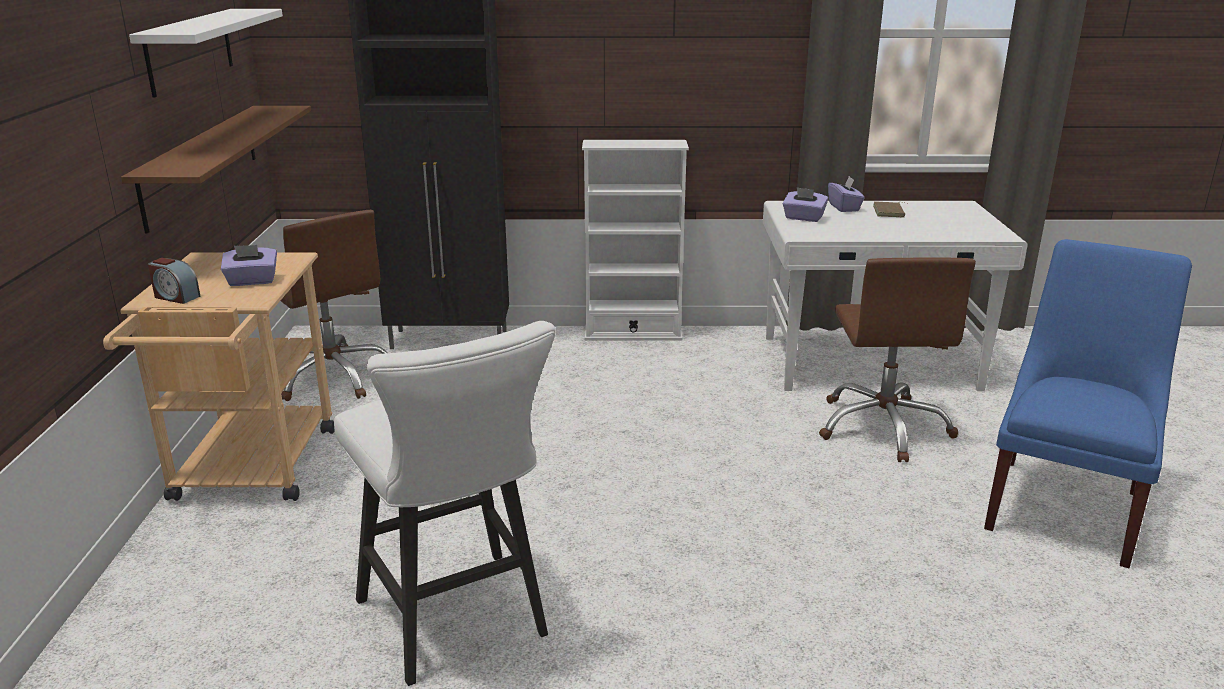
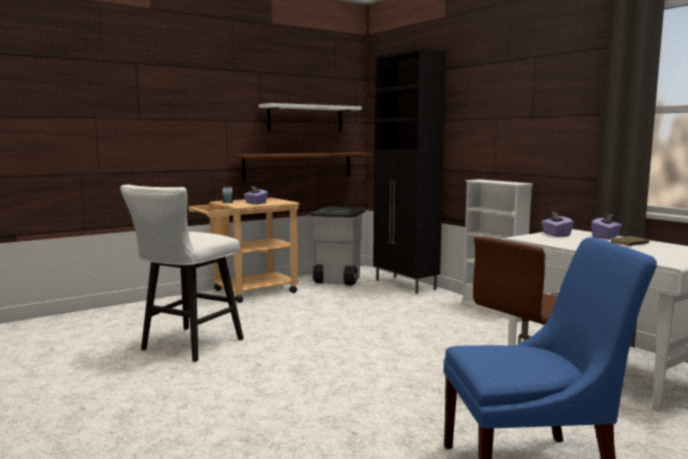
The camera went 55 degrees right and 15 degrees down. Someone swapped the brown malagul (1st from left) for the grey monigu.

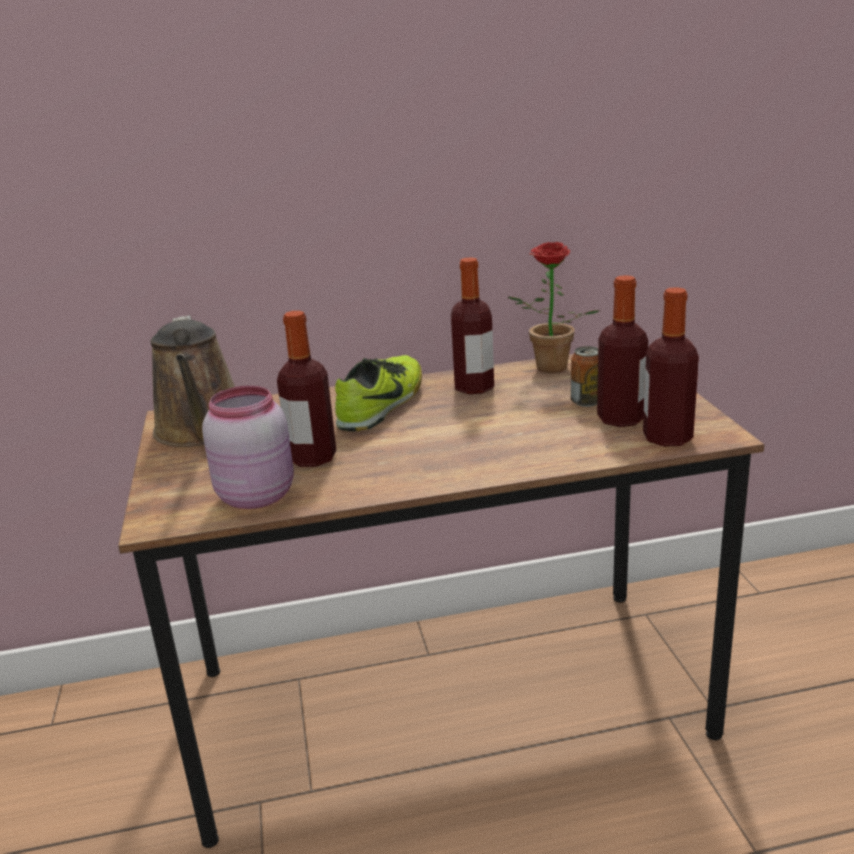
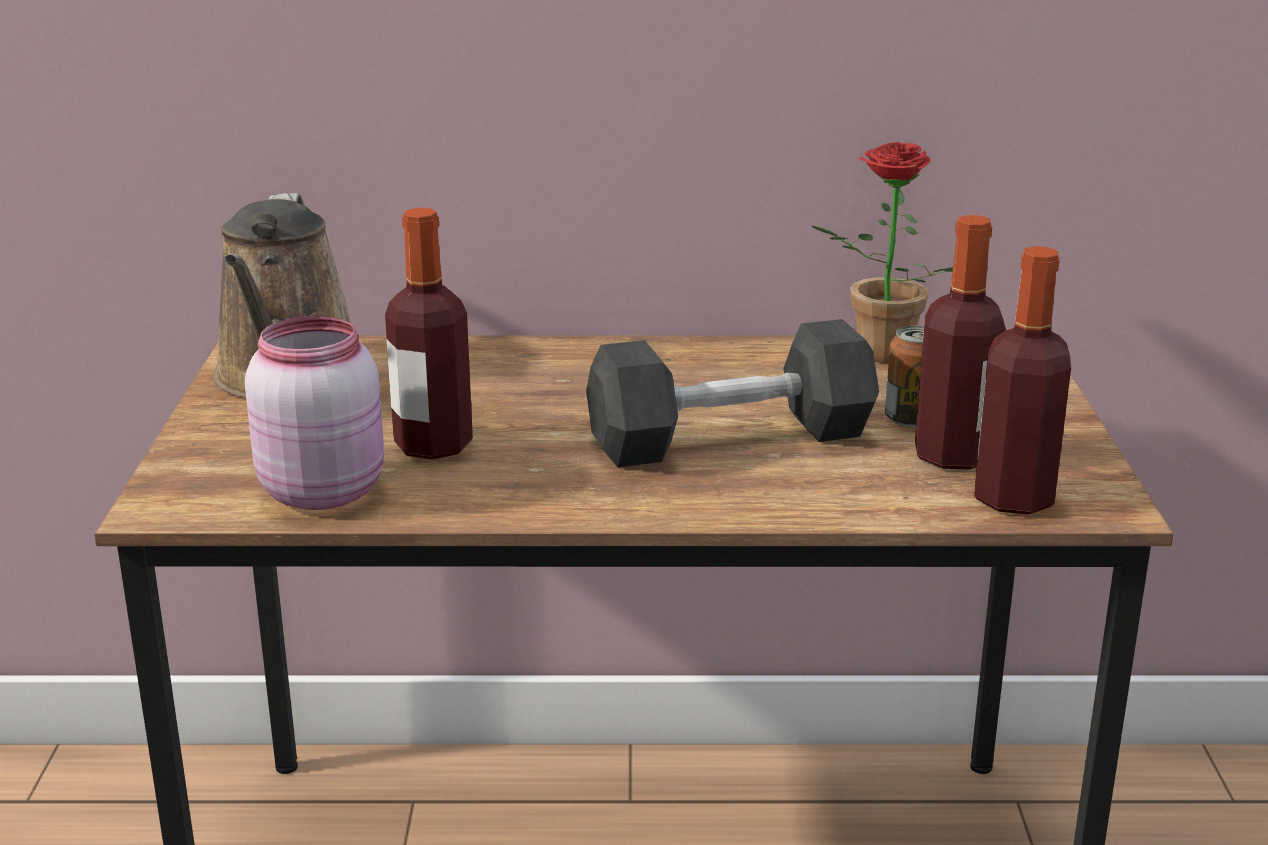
The camera went 10 degrees right and 0 degrees up. Someone took away the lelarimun (2nd from left). Someone took away the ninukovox. Someone put down the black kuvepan.

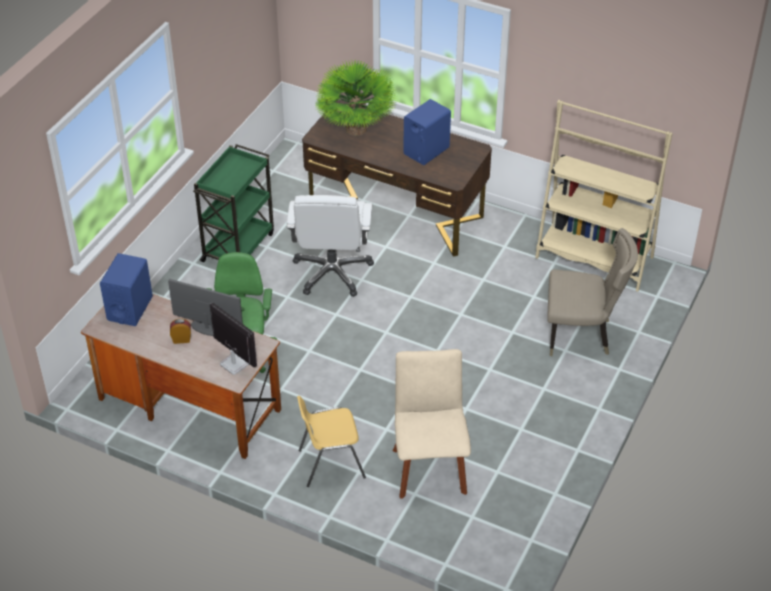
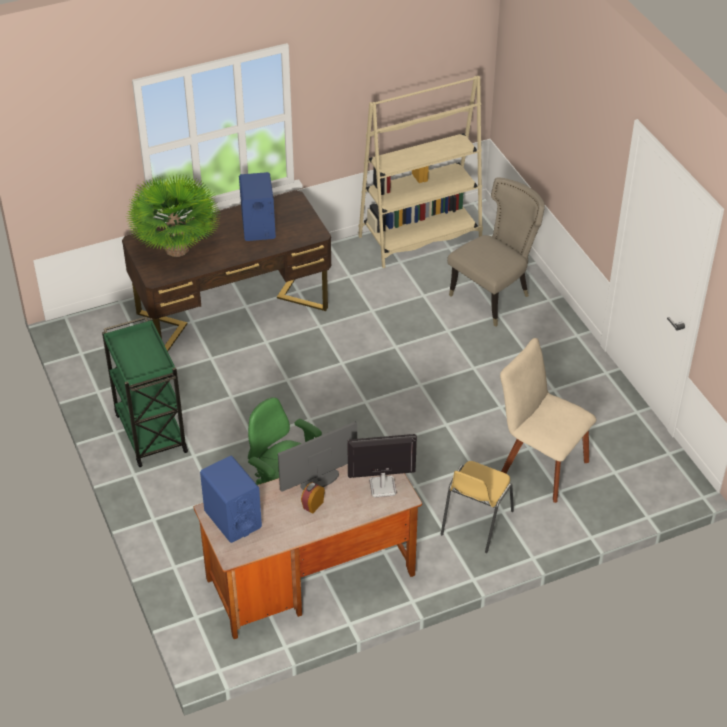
The camera went 50 degrees left and 0 degrees up. Someone took away the white malagul.

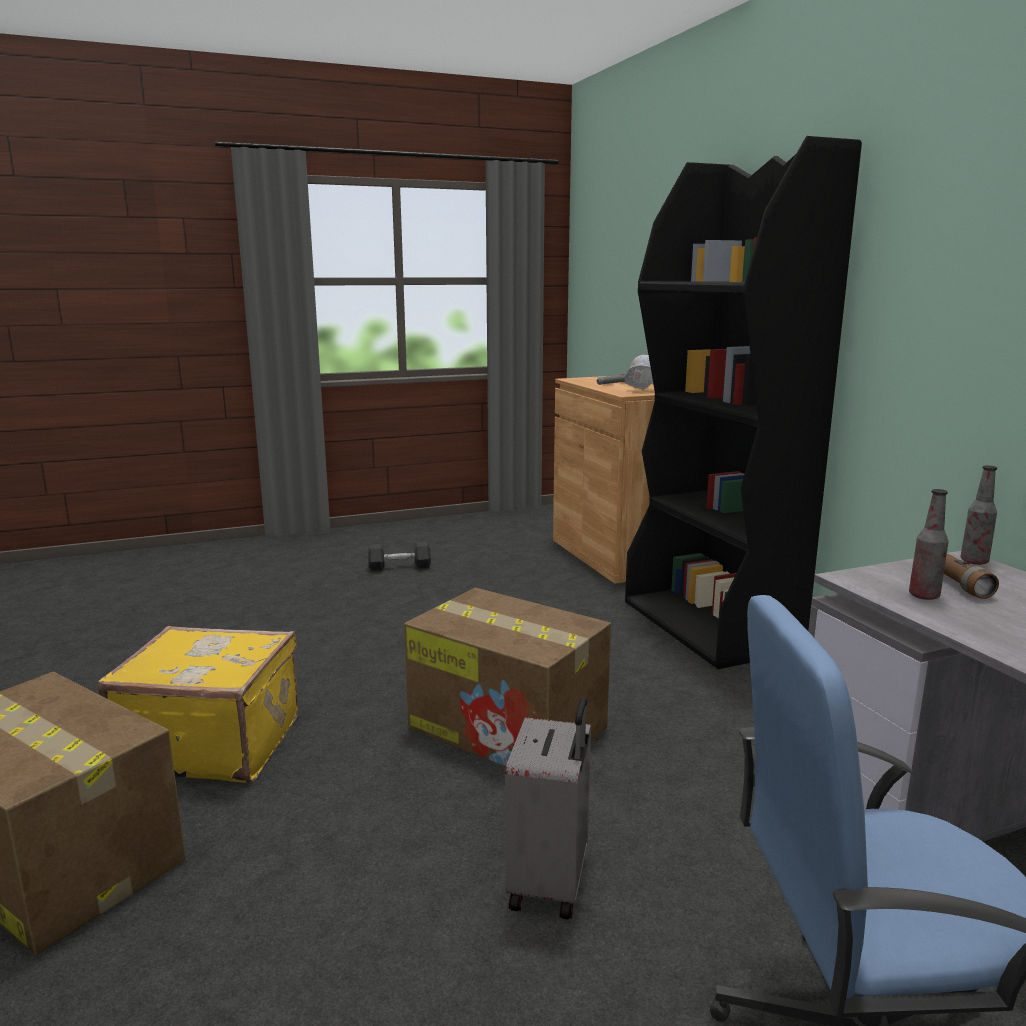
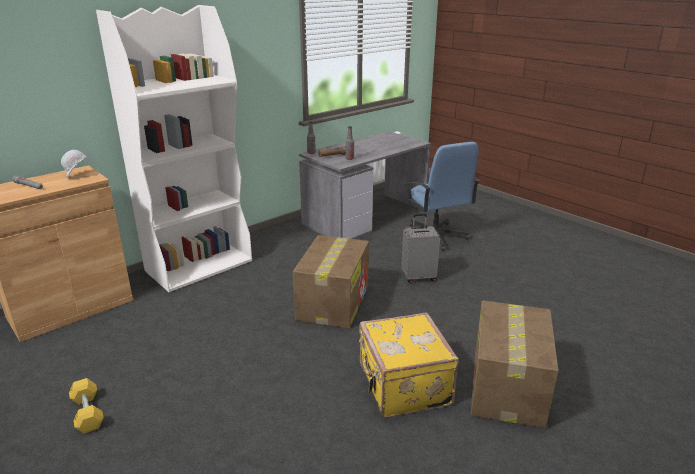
The camera went 110 degrees left and 10 degrees up. Someone repainted the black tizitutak, which became the white tizitutak. Someone repainted the grey kuvepan, which became the yellow kuvepan.

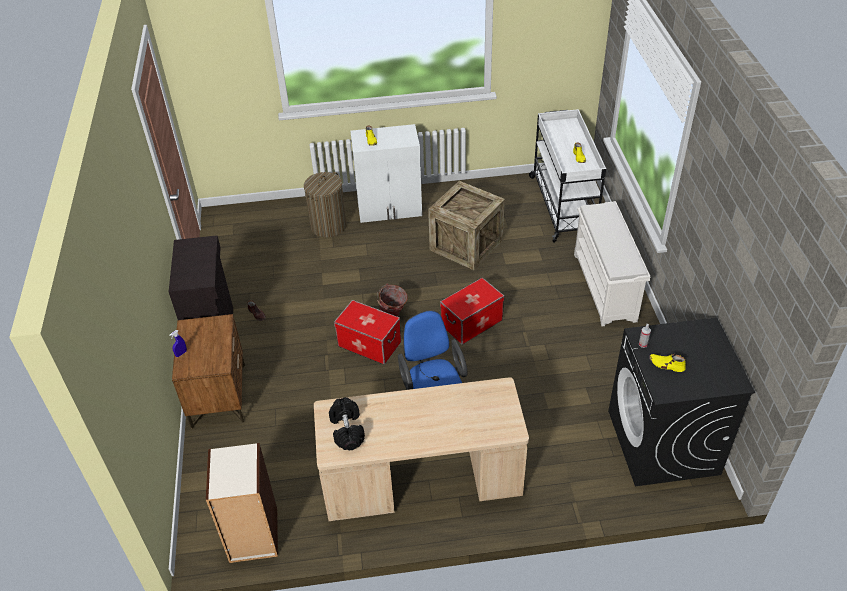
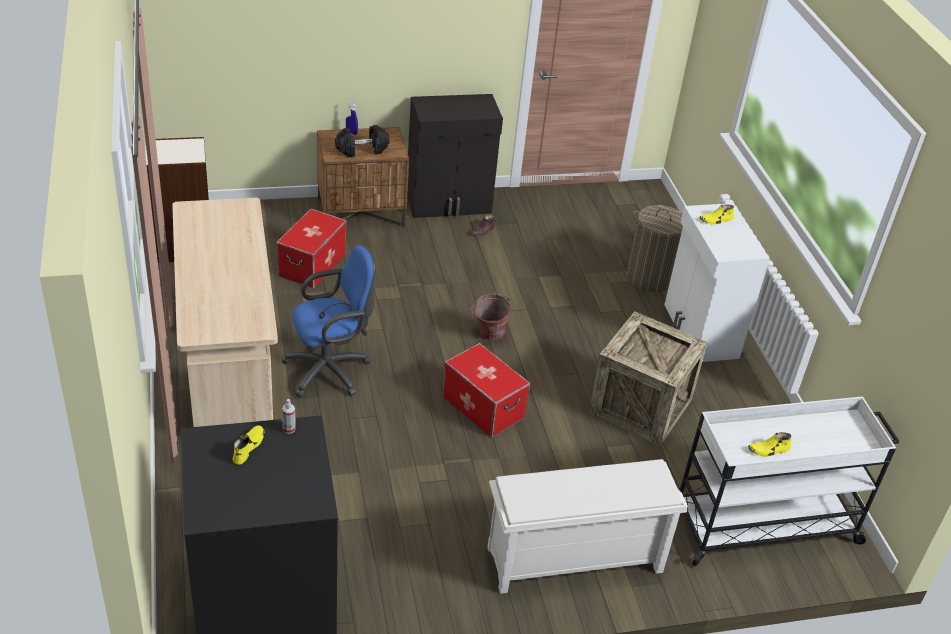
The camera went 80 degrees right and 5 degrees down. Someone carried the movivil (1st from left). Someone carried the black kuvepan.

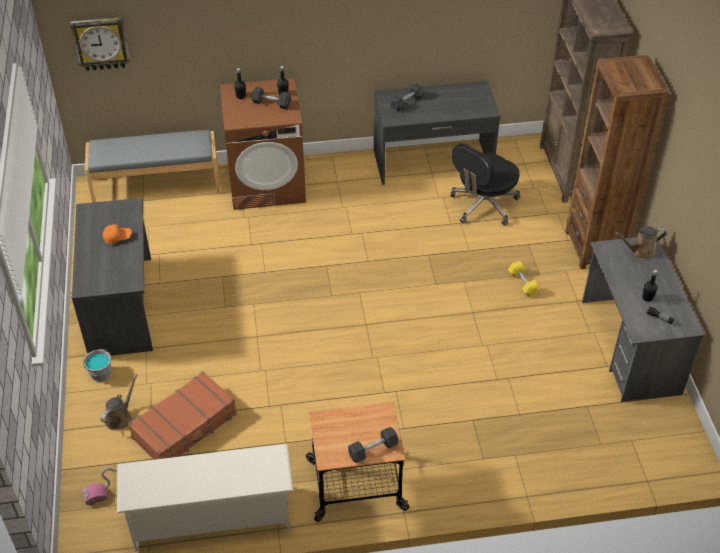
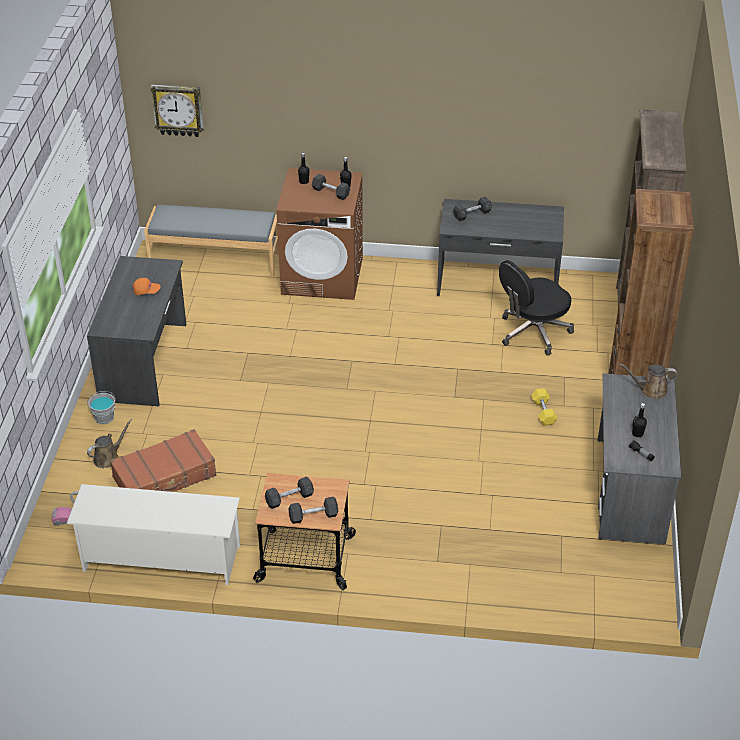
The camera went 15 degrees right and 5 degrees down. Someone put down the grey kuvepan (1st from left).

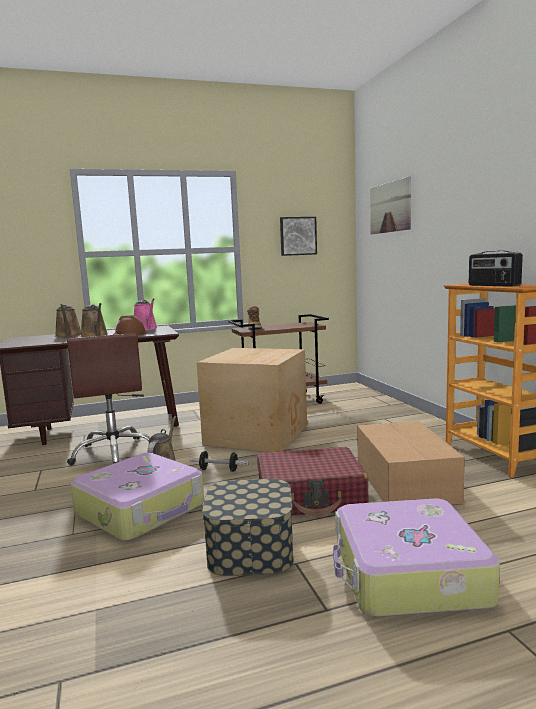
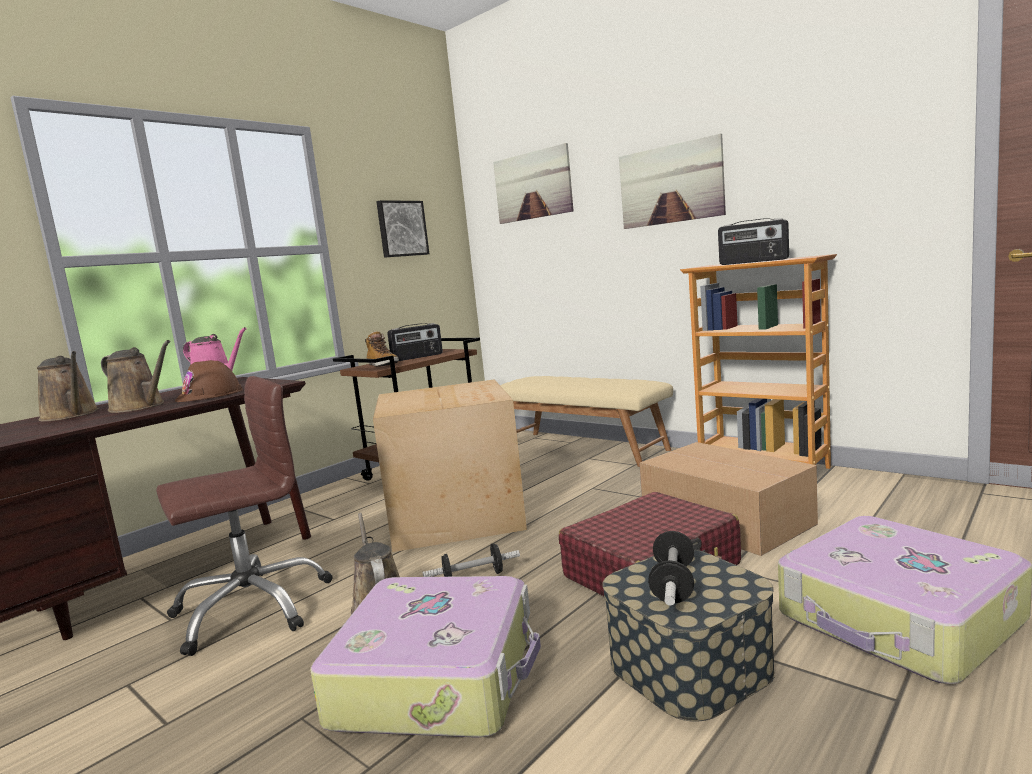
The camera went 30 degrees left and 0 degrees up. Someone rotated the brown malagul by 75 degrees counterclockwise. Someone put up the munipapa (3rd from left). Someone put down the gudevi (1st from left). Someone put down the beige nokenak. Someone put down the kuvepan (2nd from left).

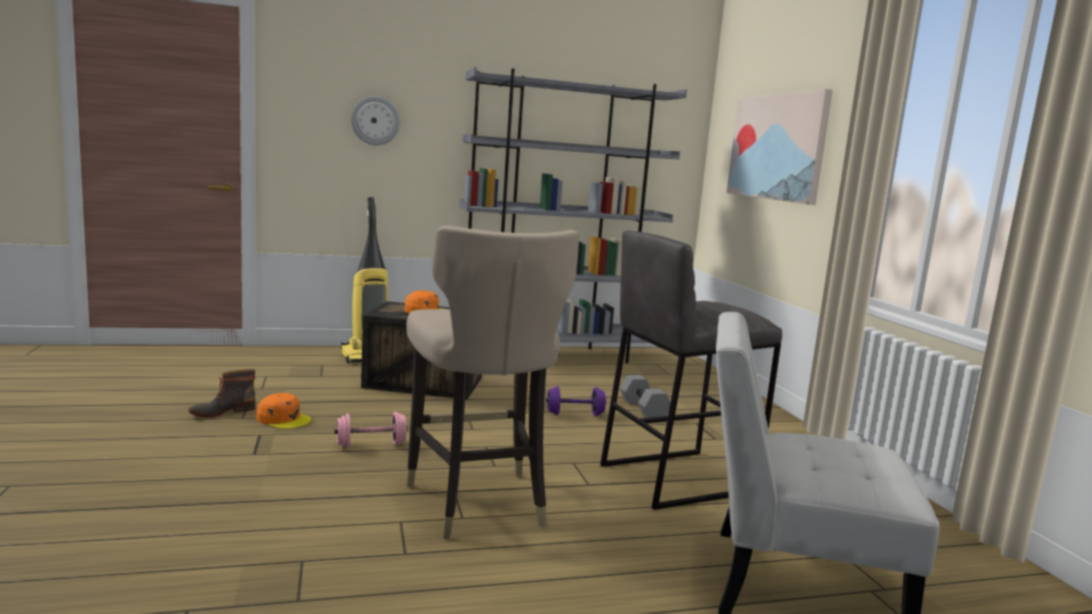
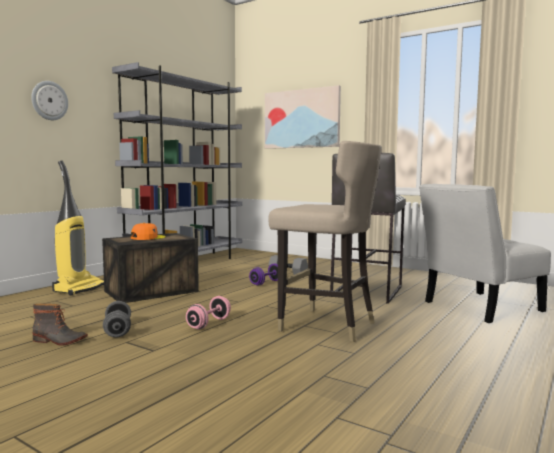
The camera went 40 degrees left and 5 degrees down. Someone rotated the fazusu by 90 degrees counterclockwise. Someone swapped the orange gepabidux (1st from left) for the grey kuvepan (1st from left).

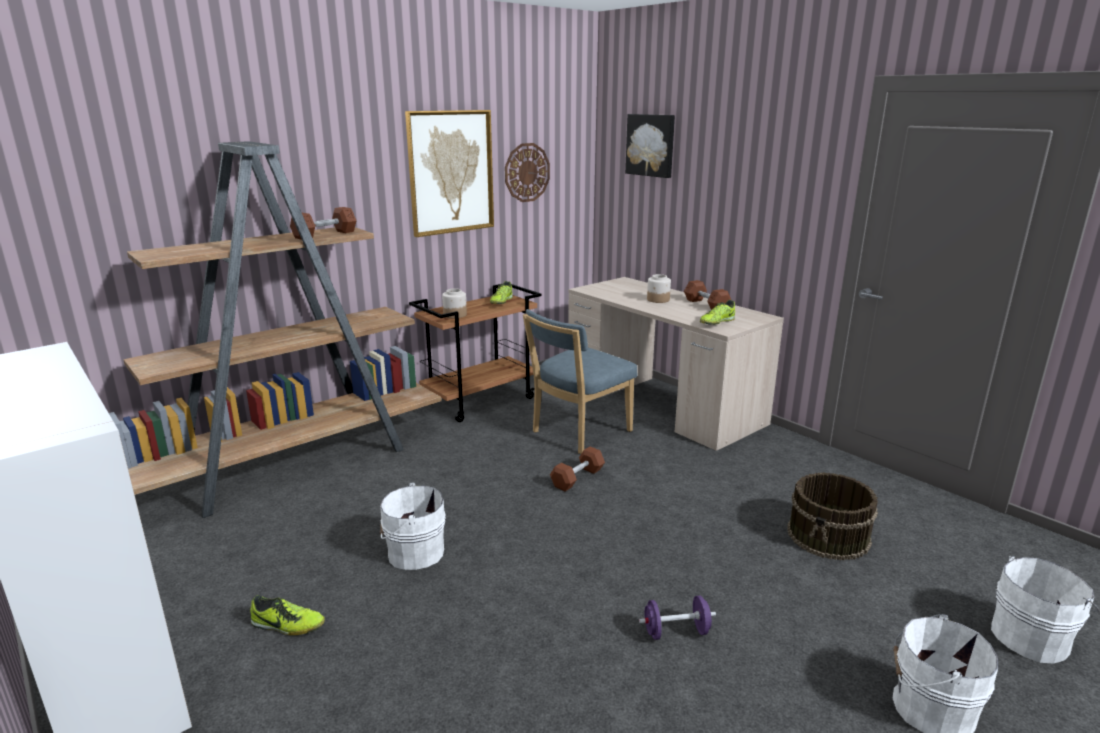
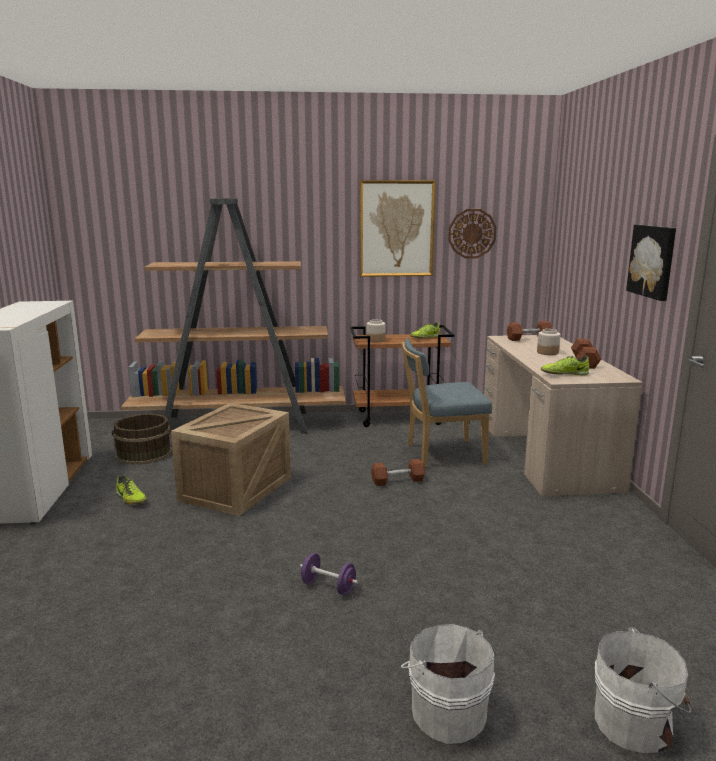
The camera went 35 degrees right and 5 degrees down. Someone carried the munipapa (2nd from left). Someone carried the brown kuvepan (1st from left in the first image). Someone carried the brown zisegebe. Someone swapped the white zisegebe (1st from left) for the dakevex.

